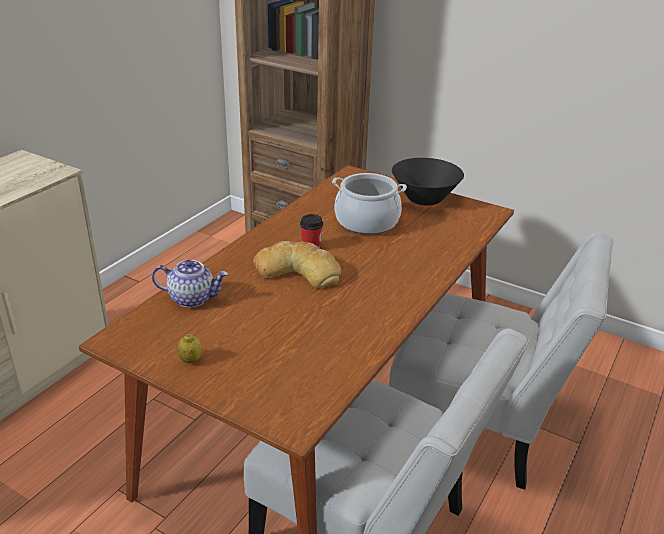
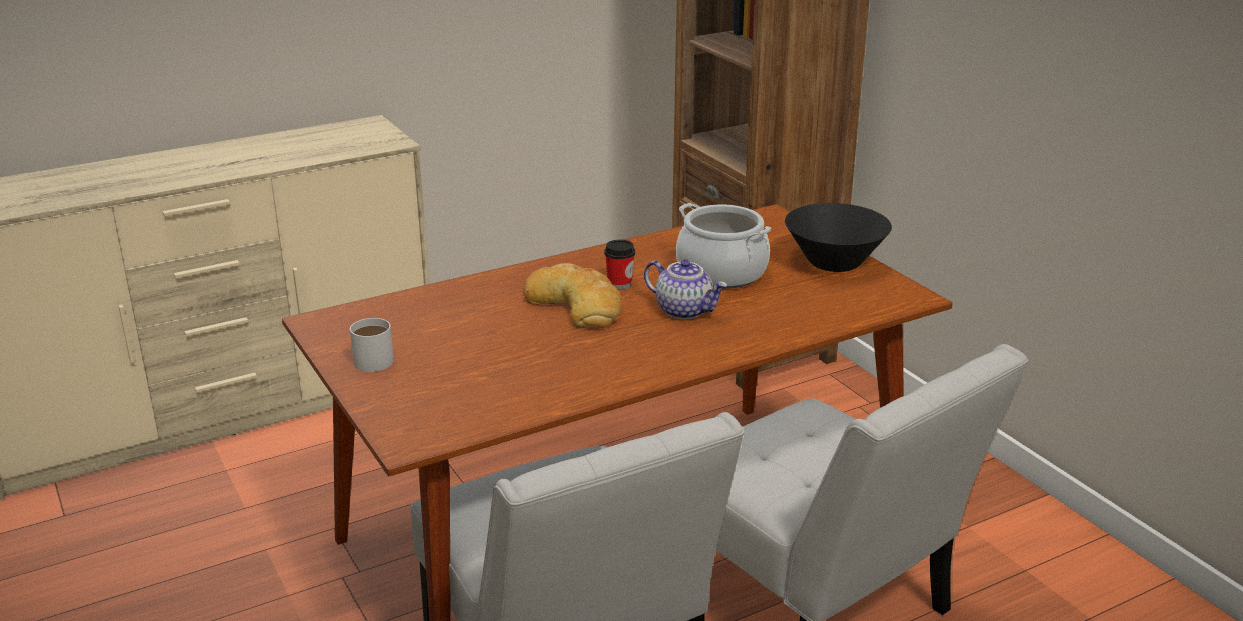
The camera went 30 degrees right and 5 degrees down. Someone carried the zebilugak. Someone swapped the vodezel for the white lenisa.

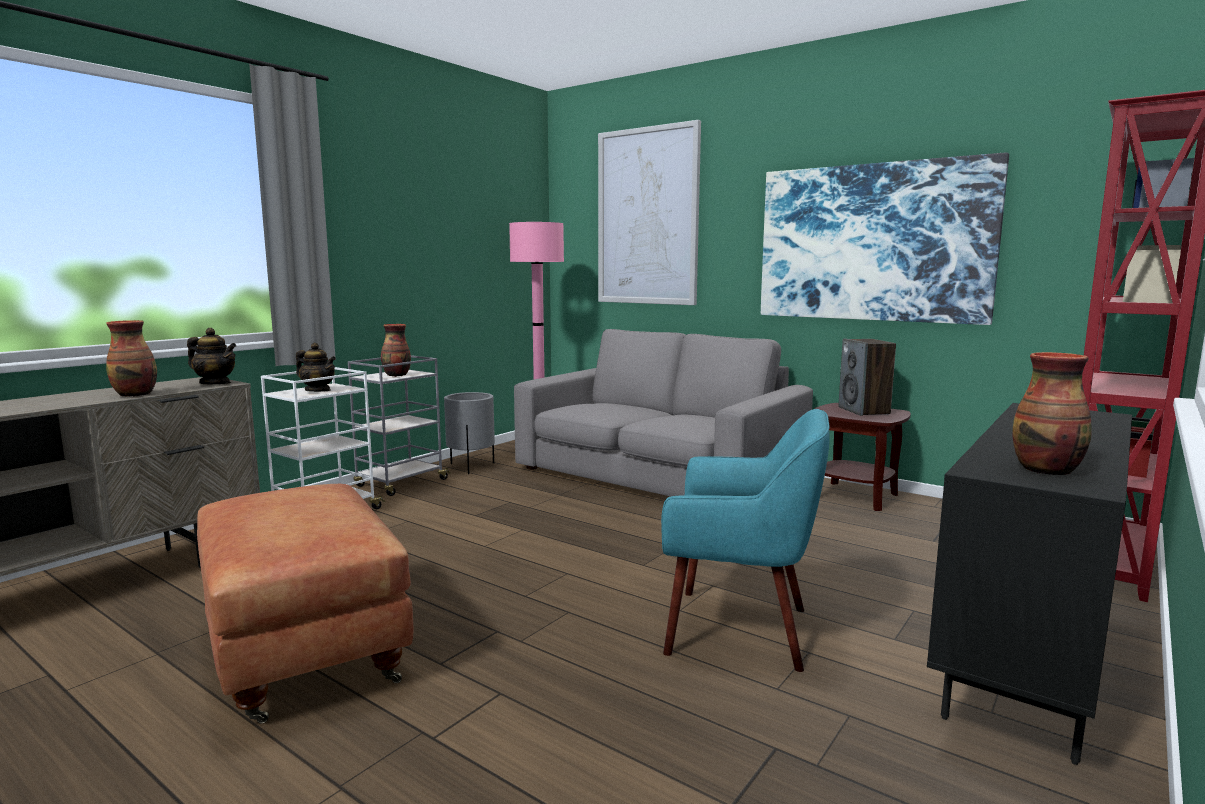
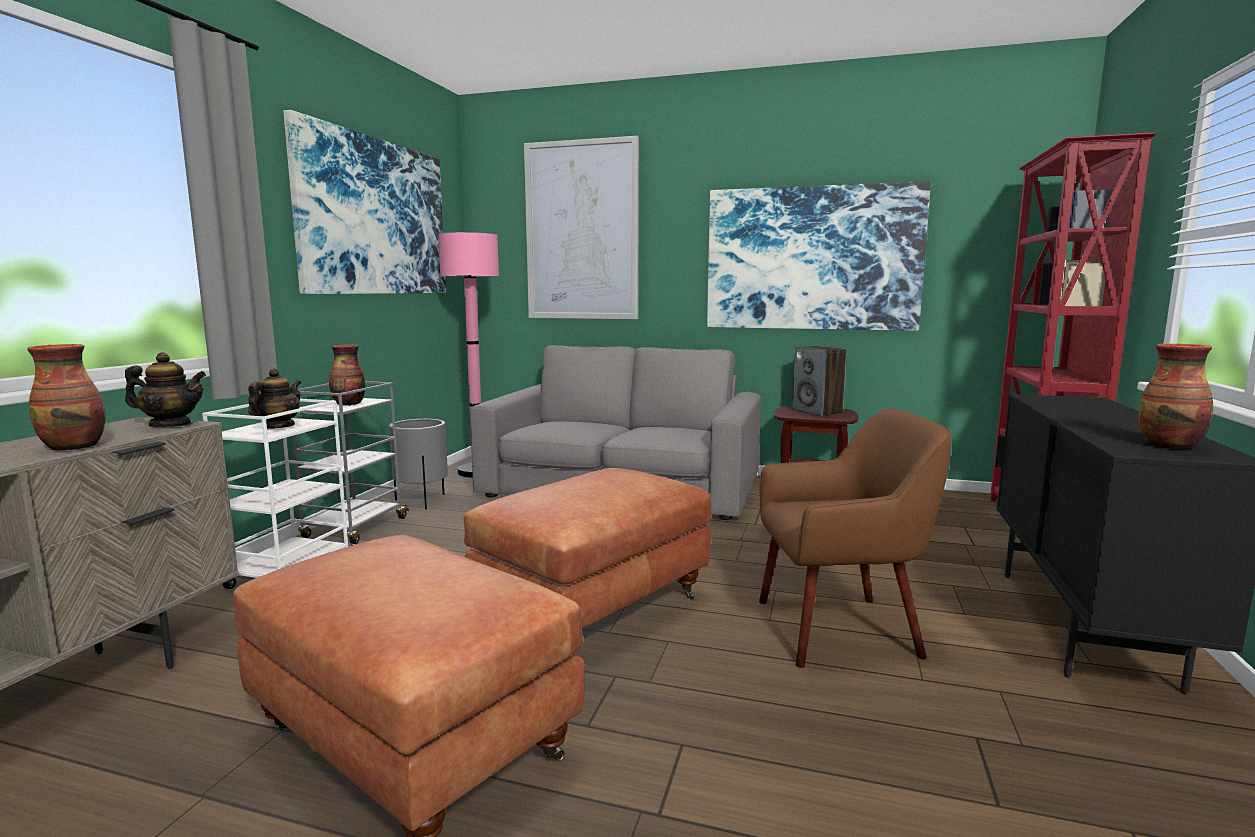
The camera went 20 degrees left and 0 degrees up. Someone rotated the zebilugak (2nd from left) by 75 degrees counterclockwise. Someone repainted the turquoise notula, which became the brown notula. Someone put up the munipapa (1st from left). Someone put down the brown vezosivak (2nd from left).

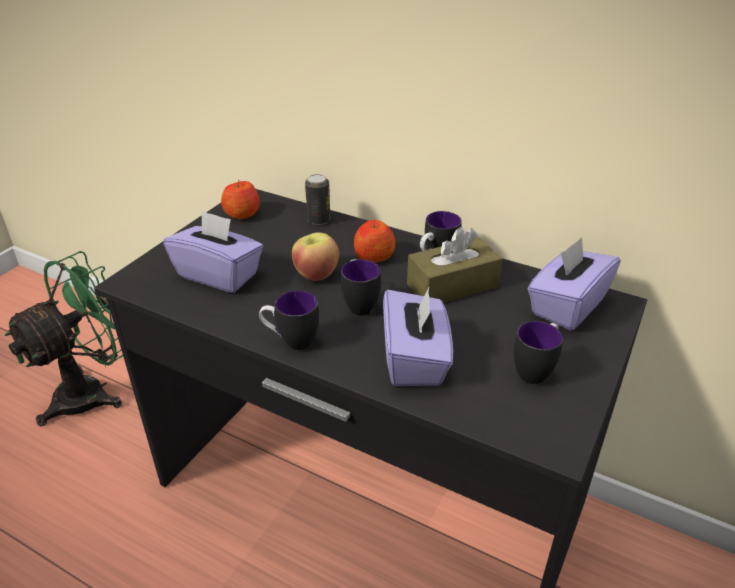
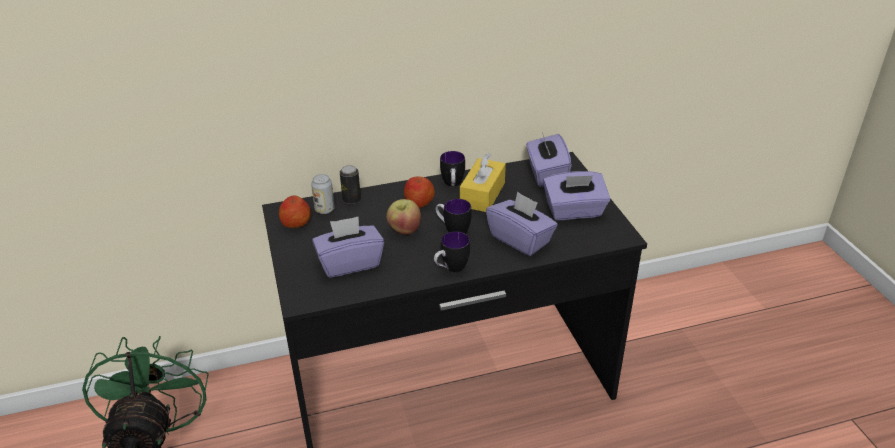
The camera went 45 degrees left and 0 degrees up. Someone repainted the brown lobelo, which became the yellow lobelo. Someone swapped the lenisa (4th from left) for the purple lobelo (4th from left). Someone put down the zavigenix (1st from left).

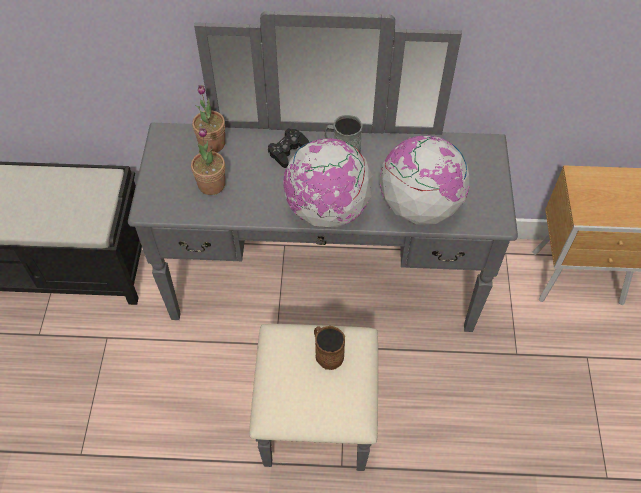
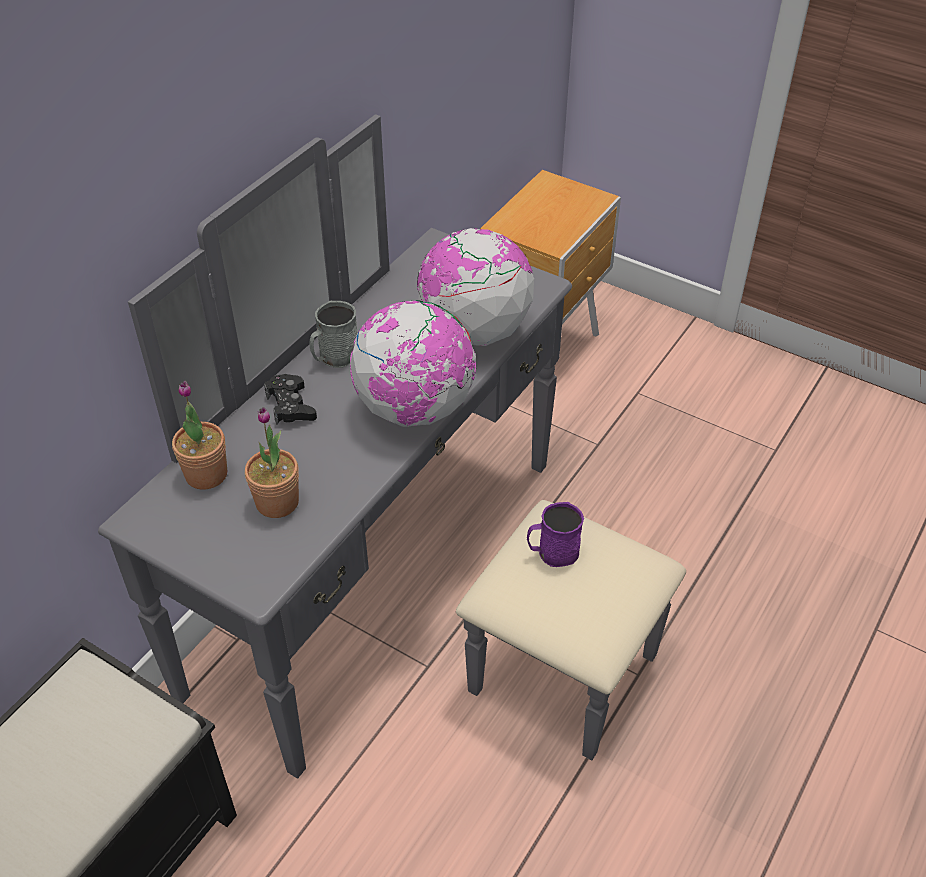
The camera went 60 degrees left and 10 degrees down. Someone repainted the brown lenisa, which became the purple lenisa.

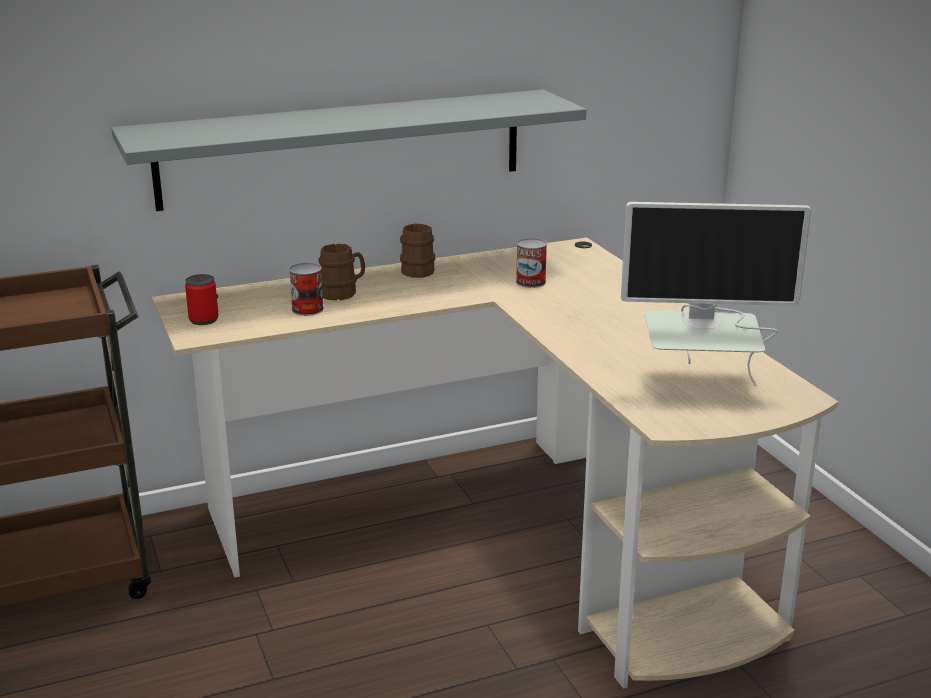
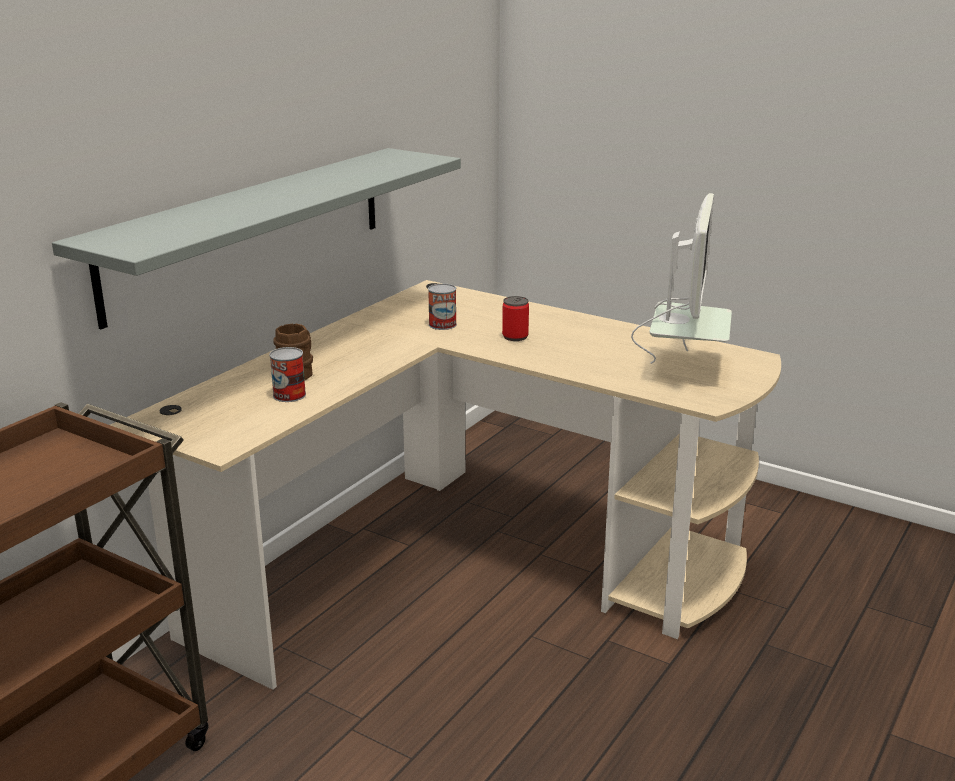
The camera went 35 degrees left and 0 degrees up. Someone rotated the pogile by 45 degrees counterclockwise. Someone took away the brown lenisa (2nd from left). Someone carried the zavigenix (1st from left in the first image).

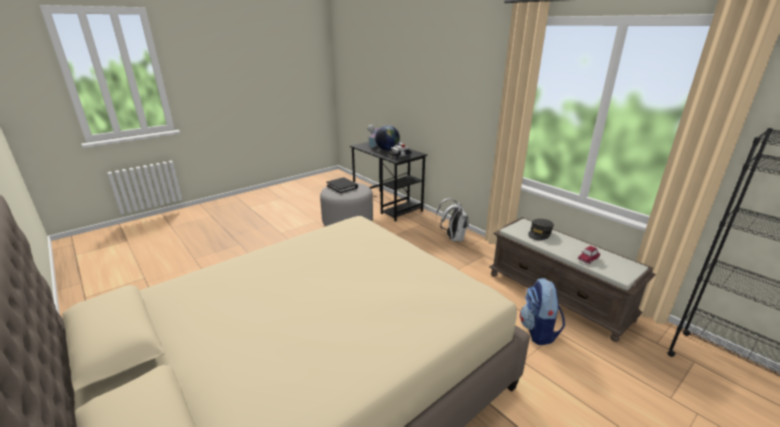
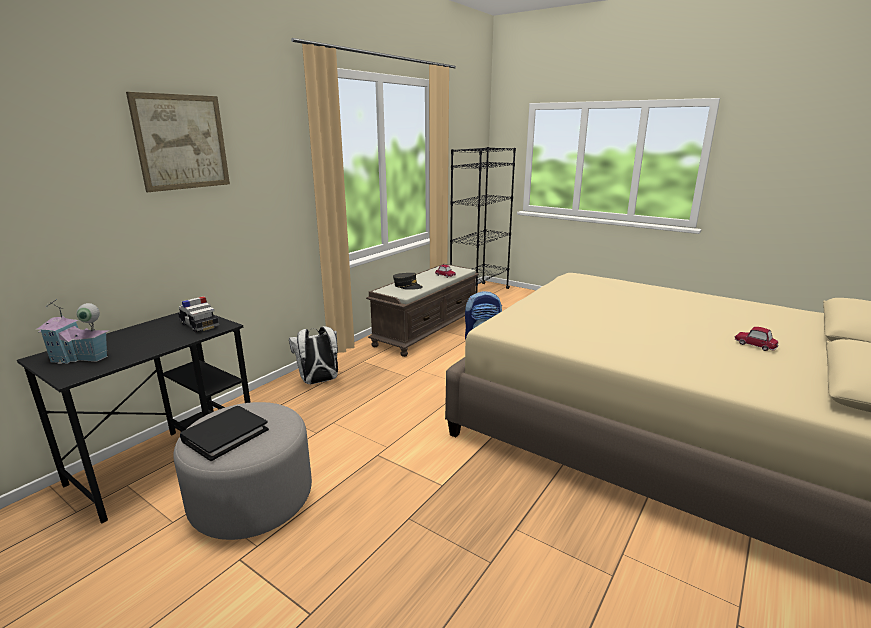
The camera went 105 degrees left and 5 degrees down. Someone took away the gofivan. Someone put up the munipapa. Someone put down the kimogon (3rd from left).

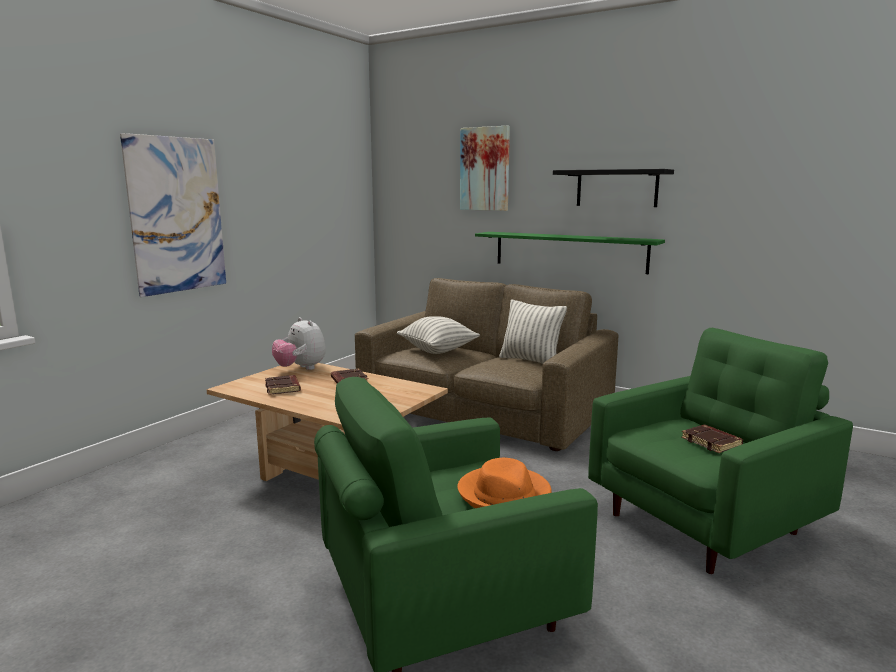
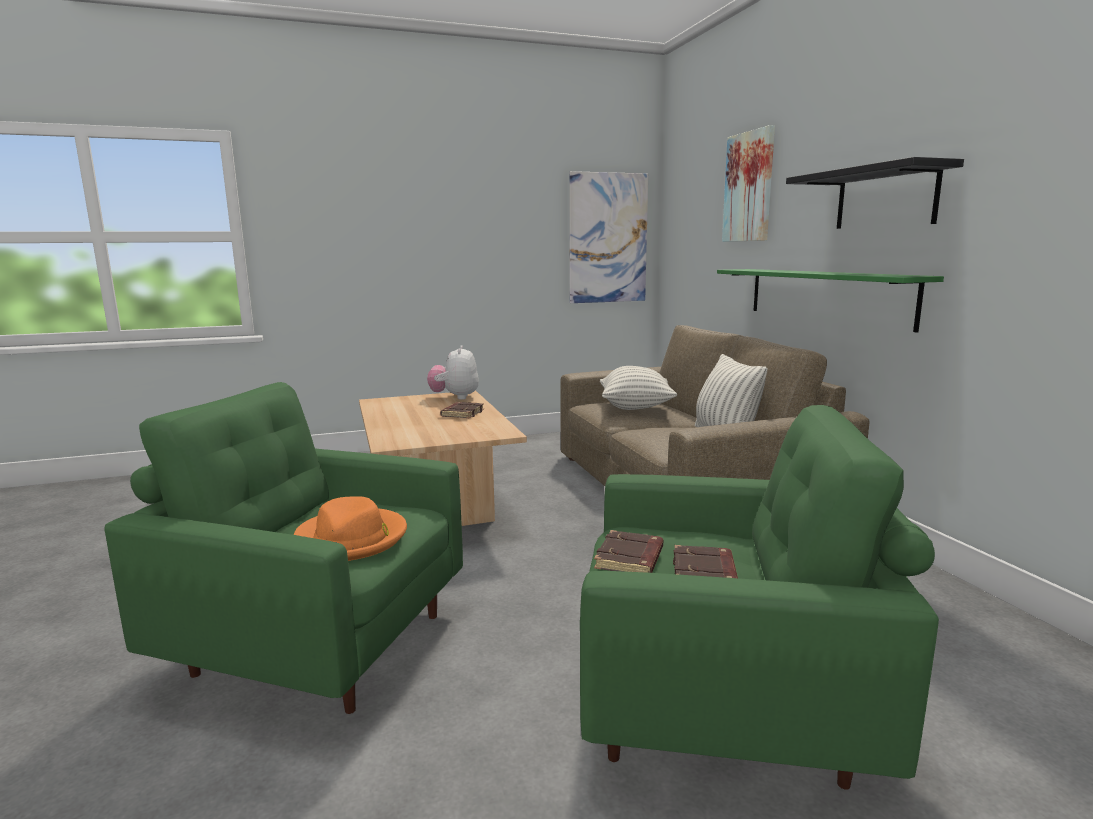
The camera went 40 degrees right and 0 degrees up. Someone carried the munipapa (1st from left). Someone carried the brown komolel (1st from left in the first image).

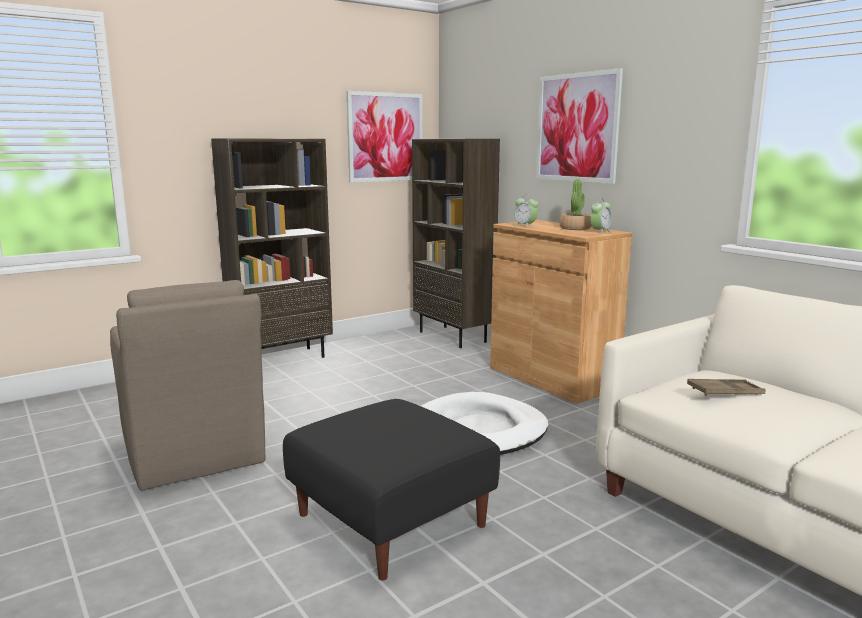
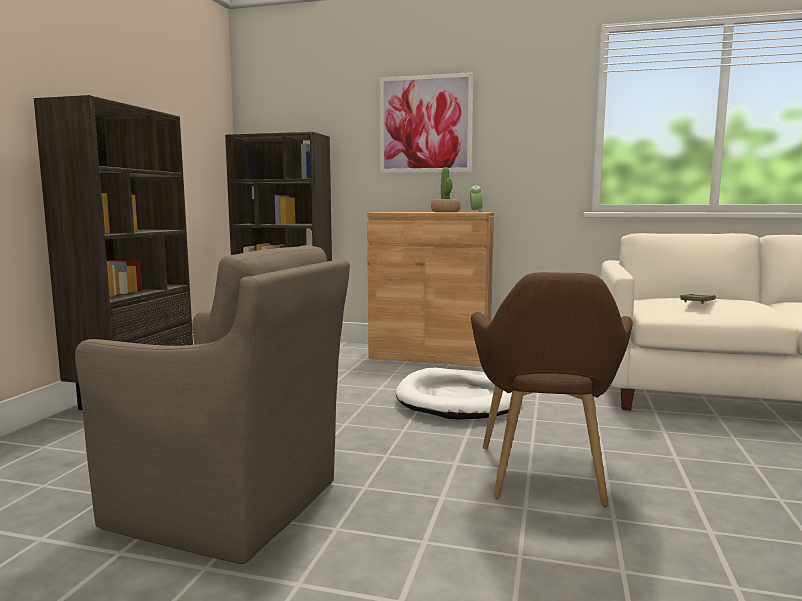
The camera went 40 degrees left and 5 degrees down. Someone took away the munipapa (1st from left). Someone took away the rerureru (1st from left). Someone swapped the black vezosivak for the brown notula (2nd from left).

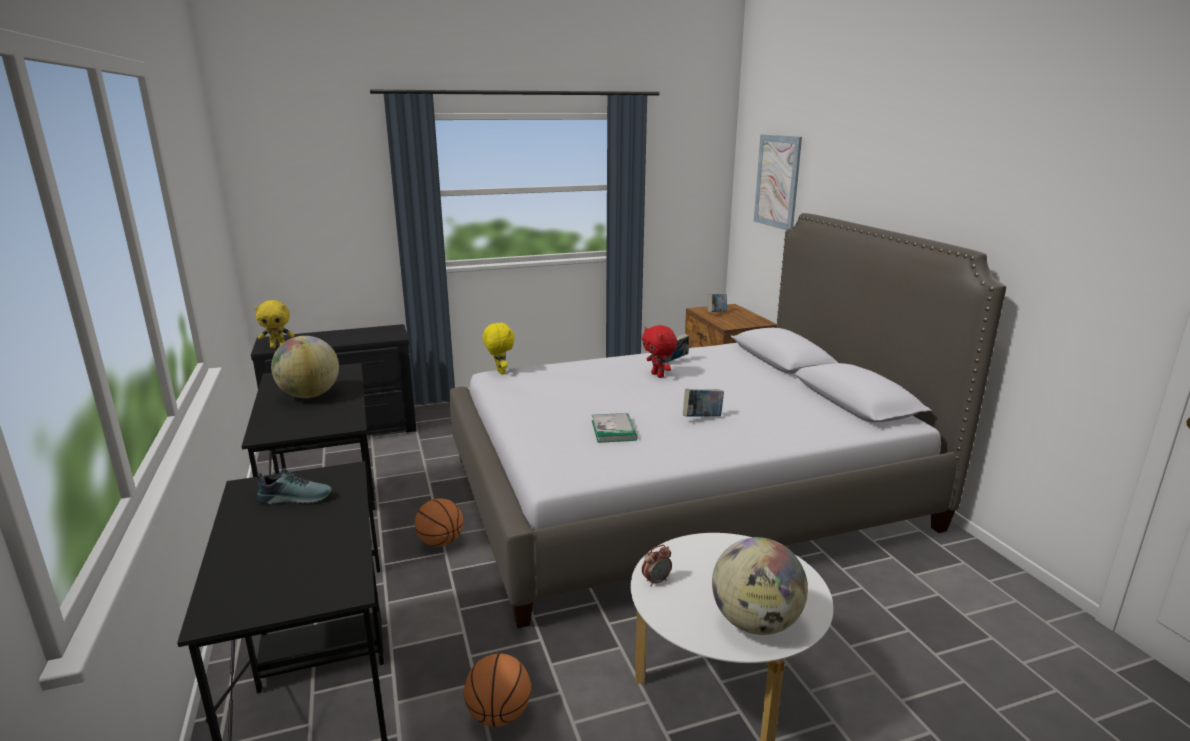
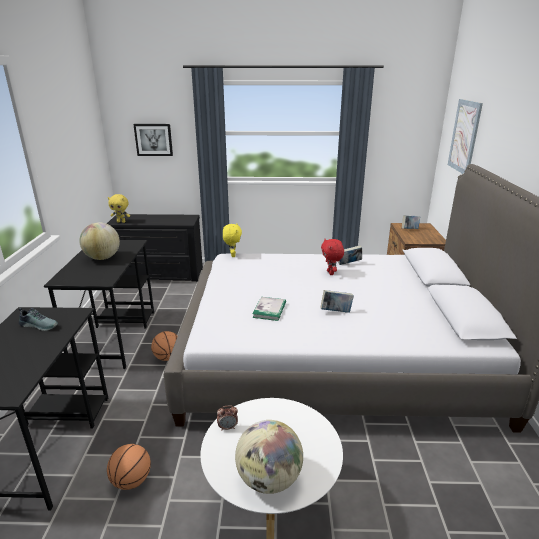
The camera went 20 degrees right and 5 degrees up. Someone put up the munipapa (1st from left).

